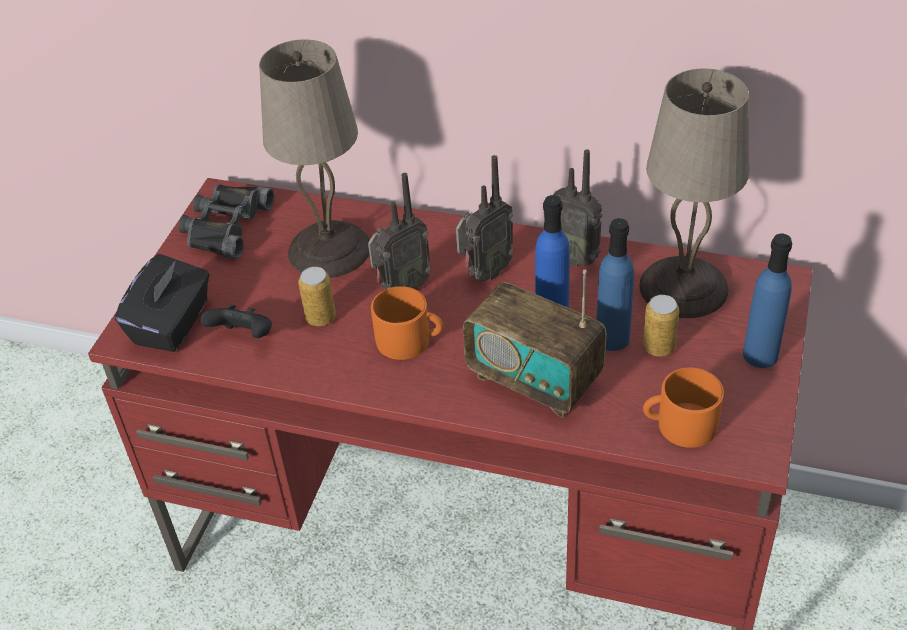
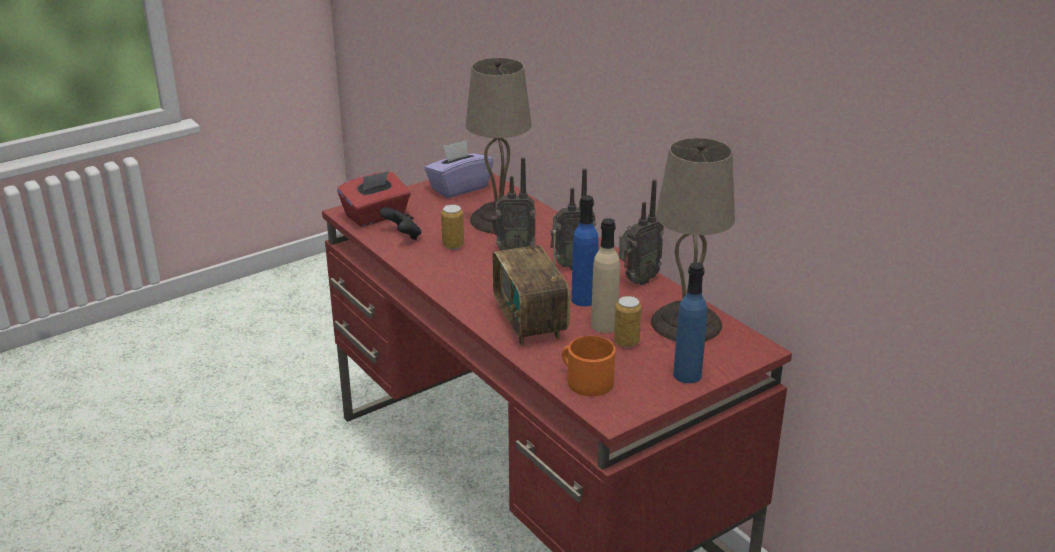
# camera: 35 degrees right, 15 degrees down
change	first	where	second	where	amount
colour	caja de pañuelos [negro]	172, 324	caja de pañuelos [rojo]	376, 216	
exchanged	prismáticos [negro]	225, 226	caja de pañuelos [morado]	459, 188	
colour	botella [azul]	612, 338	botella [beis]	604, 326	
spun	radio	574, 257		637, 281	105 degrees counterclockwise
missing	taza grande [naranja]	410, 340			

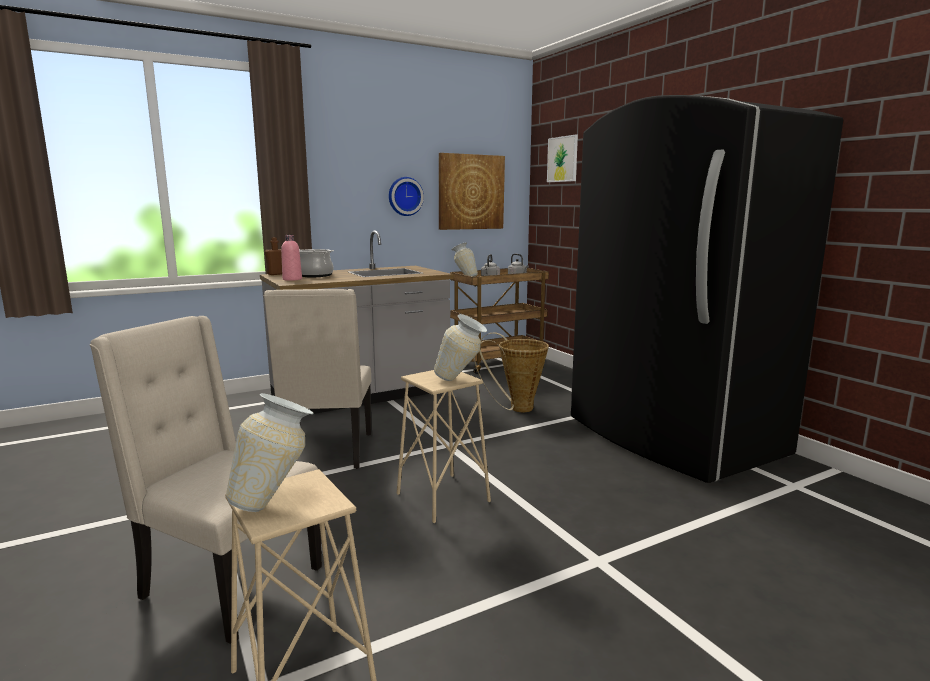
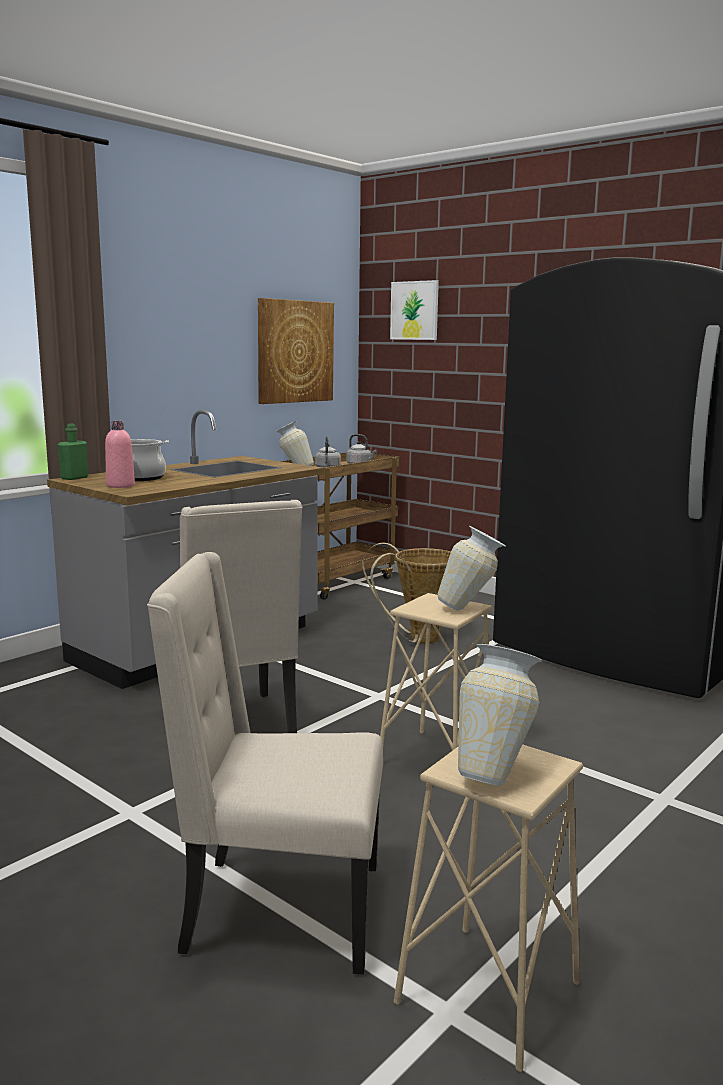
# camera: 20 degrees left, 0 degrees up
change	first	where	second	where	amount
colour	botella [marrón]	276, 274	botella [verde]	74, 478	
missing	reloj de pared	405, 196			

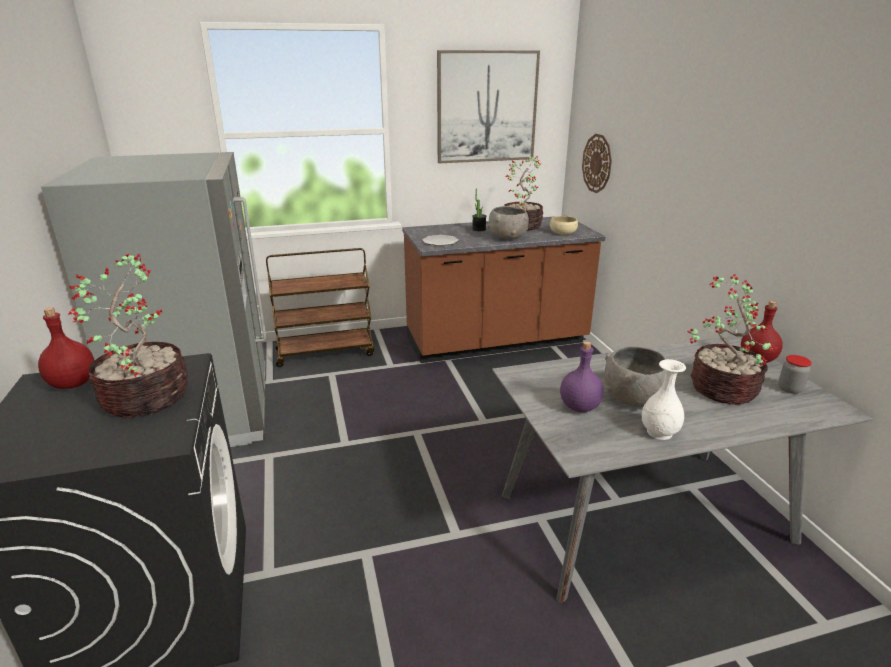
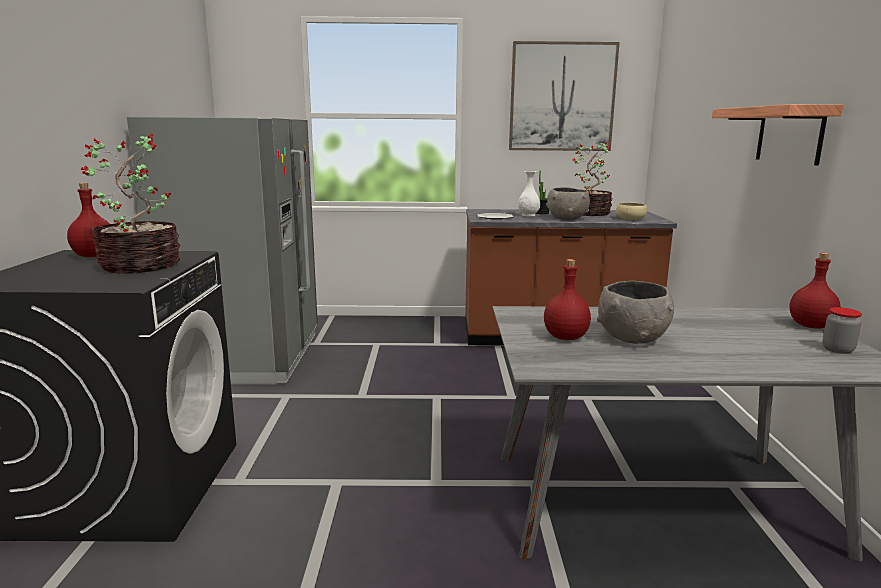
# camera: 15 degrees right, 10 degrees down
change	first	where	second	where	amount
relocated	florero [blanco]	659, 432		528, 215	
colour	botella [morado]	579, 406	botella [rojo]	565, 337	
appeared			estante	789, 135	
missing	carrito [marrón]	326, 352			
missing	reloj de pared	597, 163			
missing	planta en maceta	721, 388			

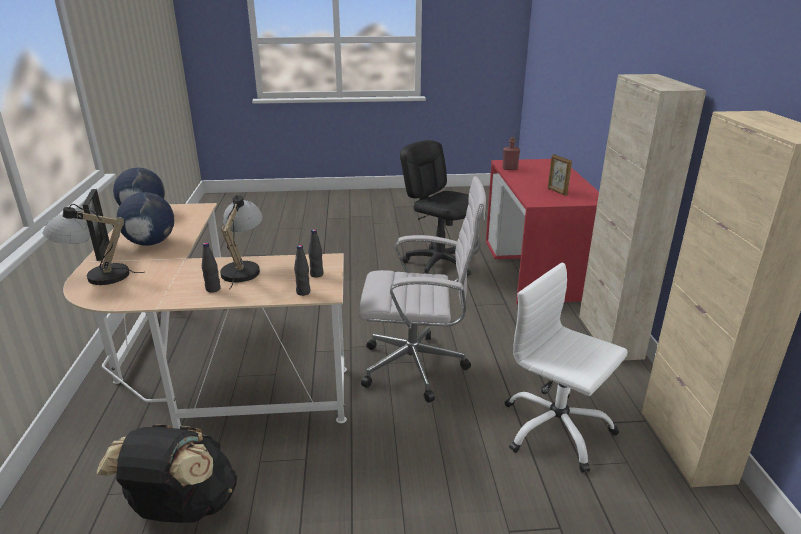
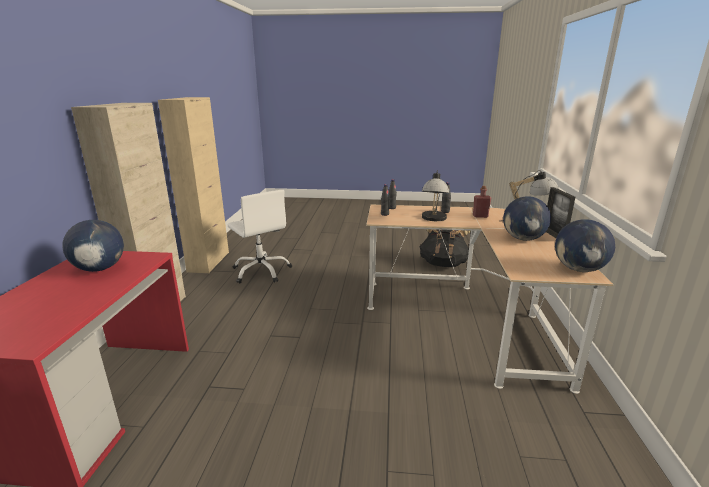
# camera: 170 degrees left, 5 degrees down
change	first	where	second	where	amount
exchanged	portarretratos	557, 191	globo terráqueo	99, 269	
relocated	botella [rojo]	510, 168		480, 216	
missing	silla de oficina [blanco]	418, 367			
missing	silla de oficina [negro]	439, 264			

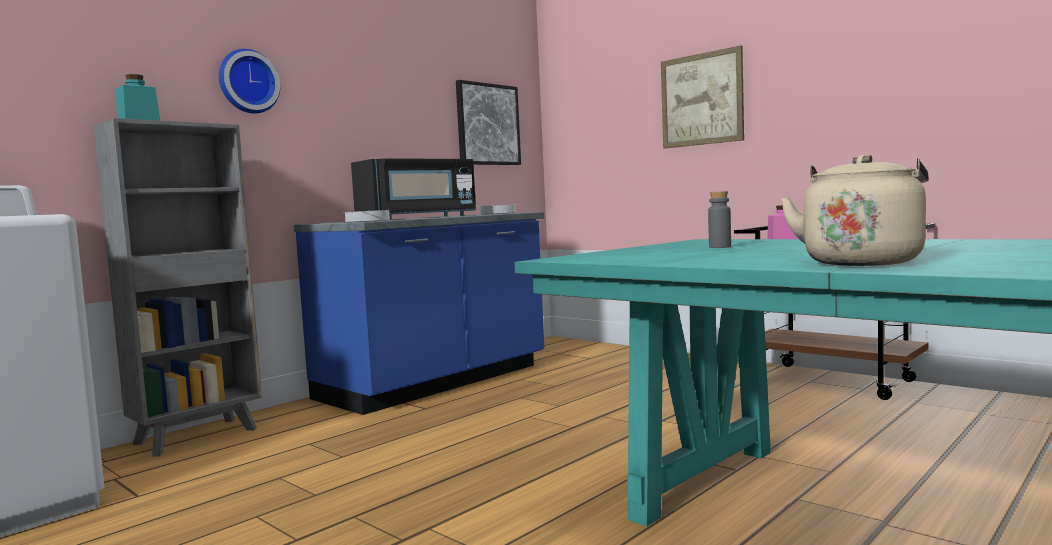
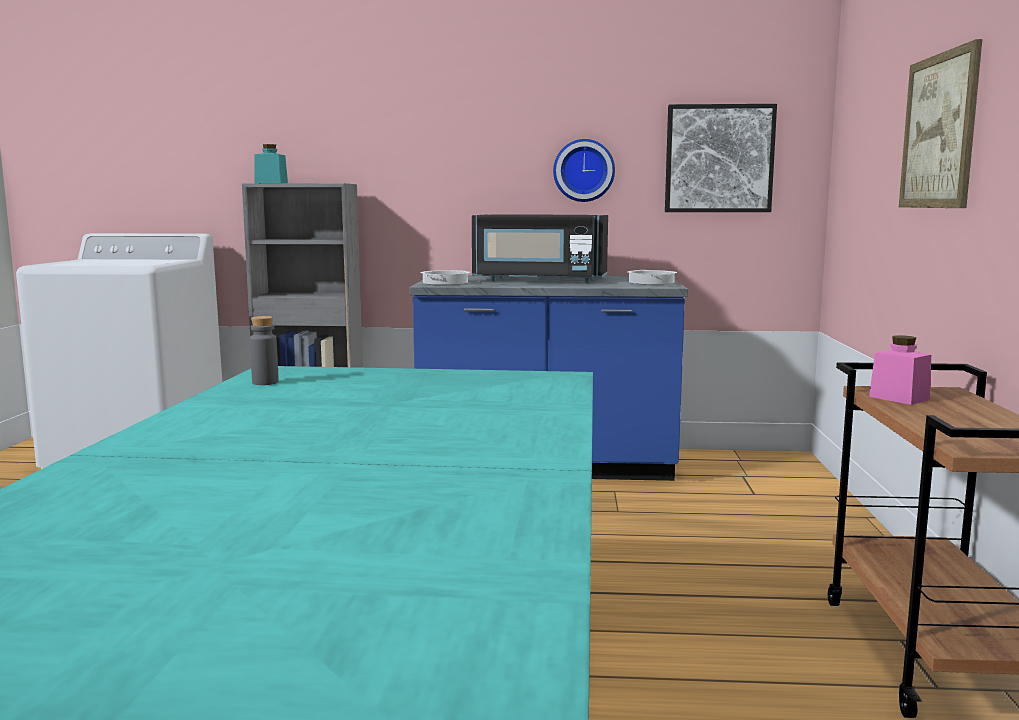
# camera: 50 degrees right, 5 degrees up
change	first	where	second	where	amount
relocated	botella [gris]	720, 247		265, 382	
relocated	reloj de pared	247, 82		583, 170	
missing	hervidor [beis]	862, 262			

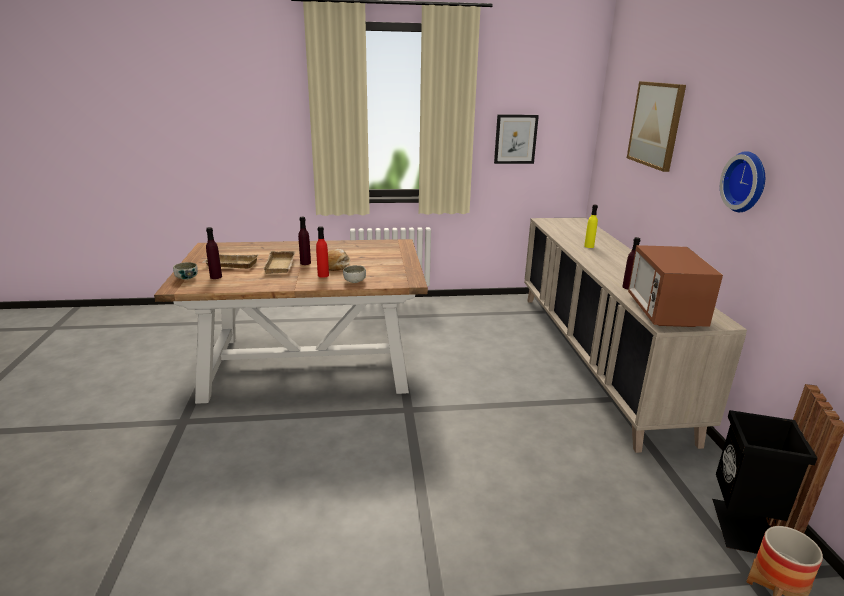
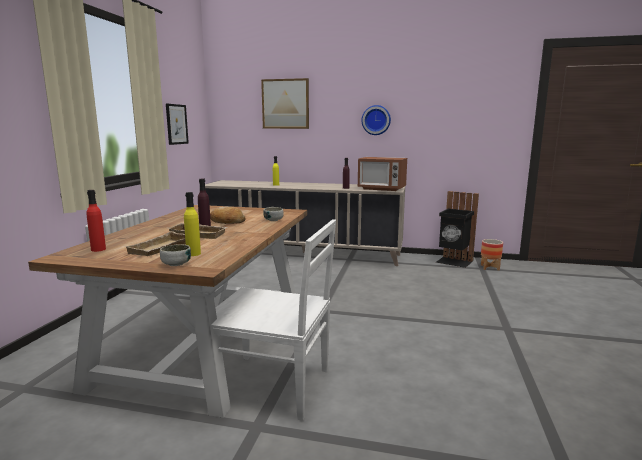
# camera: 70 degrees left, 10 degrees down
change	first	where	second	where	amount
relocated	botella [rojo]	323, 275		98, 249	
colour	botella [morado]	216, 277	botella [amarillo]	193, 254	
appeared			silla [blanco]	273, 386	

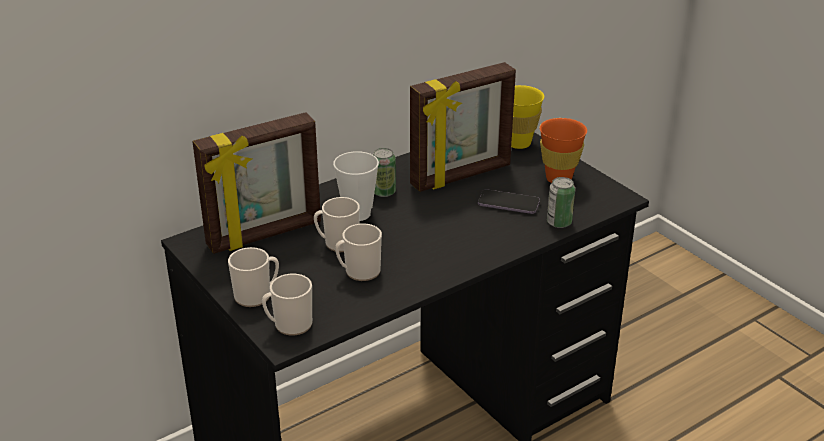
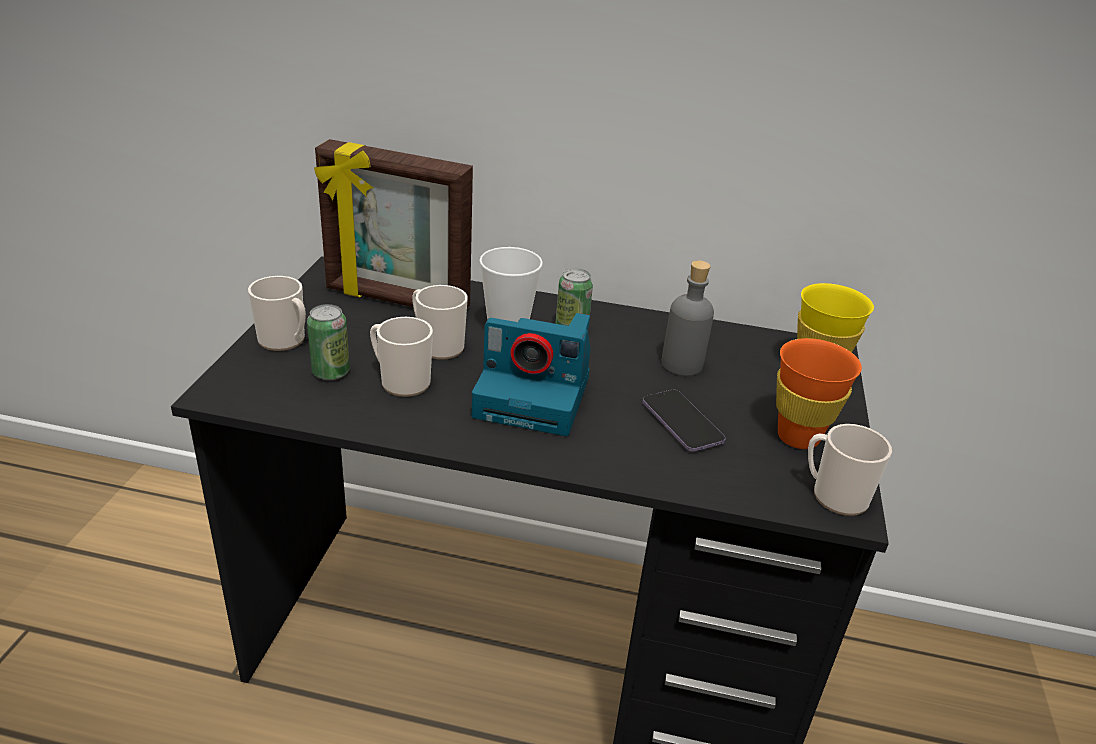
# camera: 45 degrees right, 0 degrees up
change	first	where	second	where	amount
relocated	lata	559, 222		331, 372	
appeared			cámara	535, 396	
exchanged	portarretratos	461, 176	botella [gris]	682, 364	
relocated	taza grande	289, 325		834, 495	

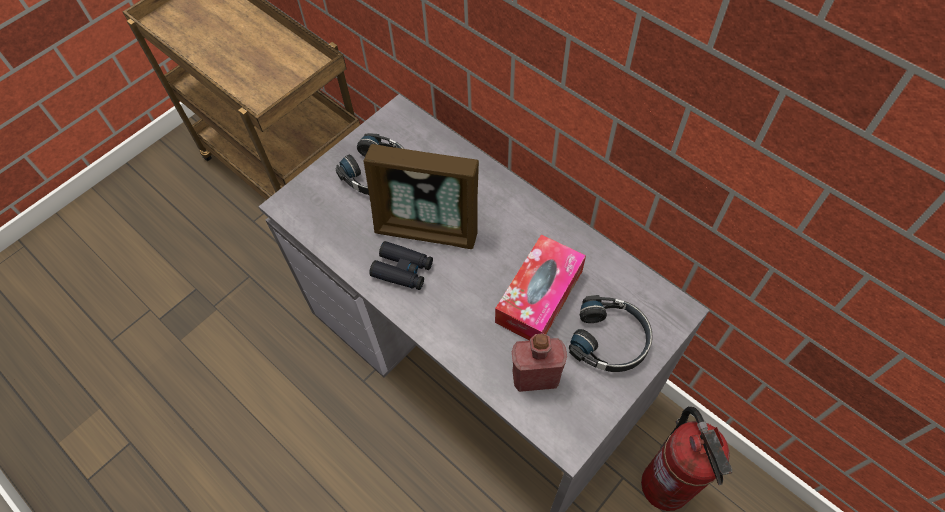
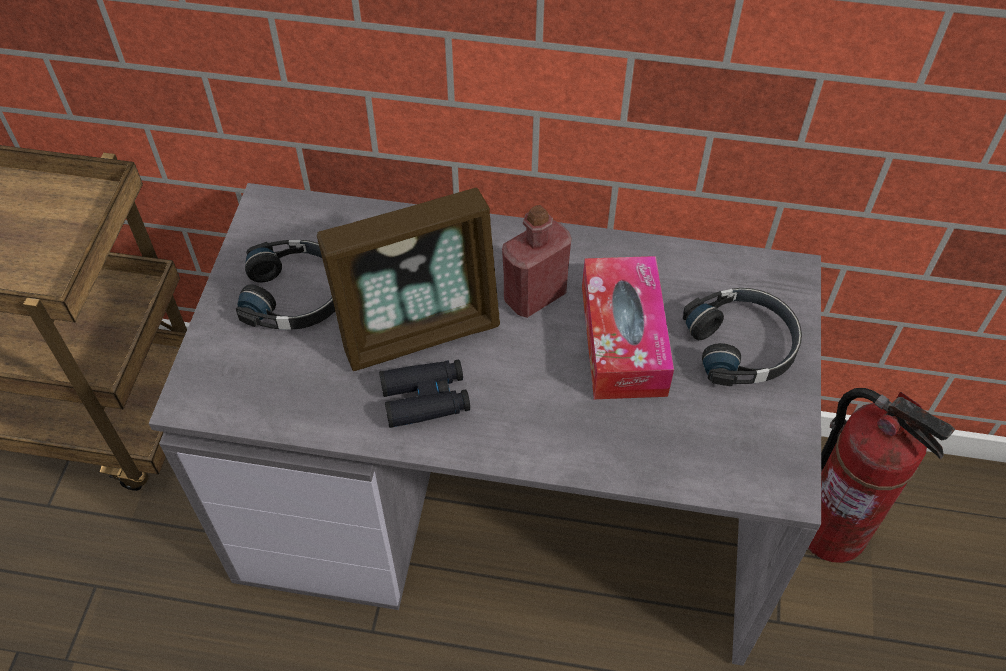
# camera: 35 degrees left, 5 degrees down
change	first	where	second	where	amount
relocated	botella [rojo]	535, 377		534, 295	

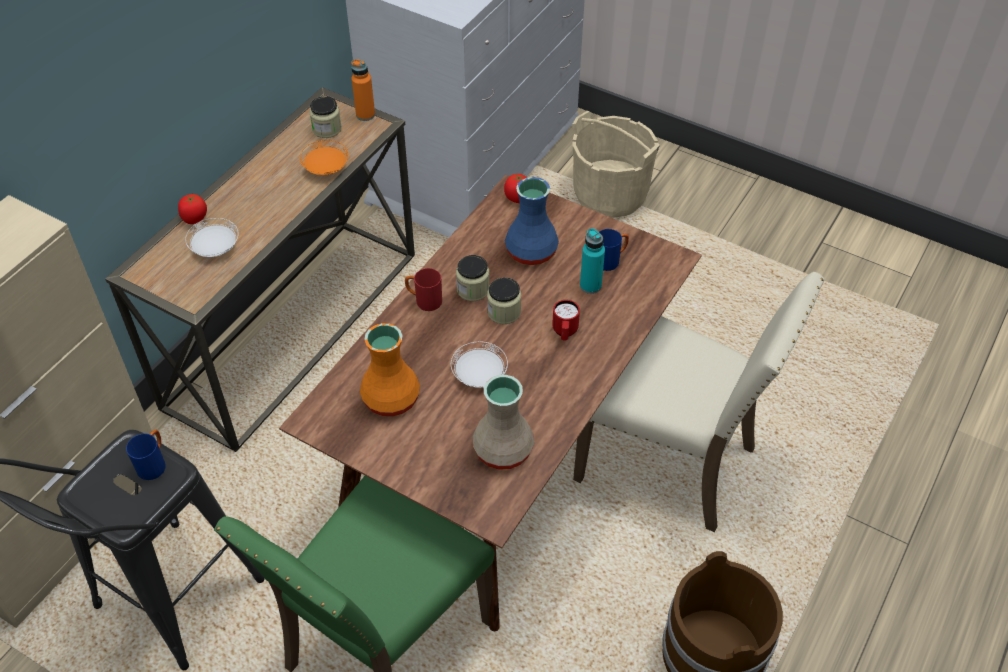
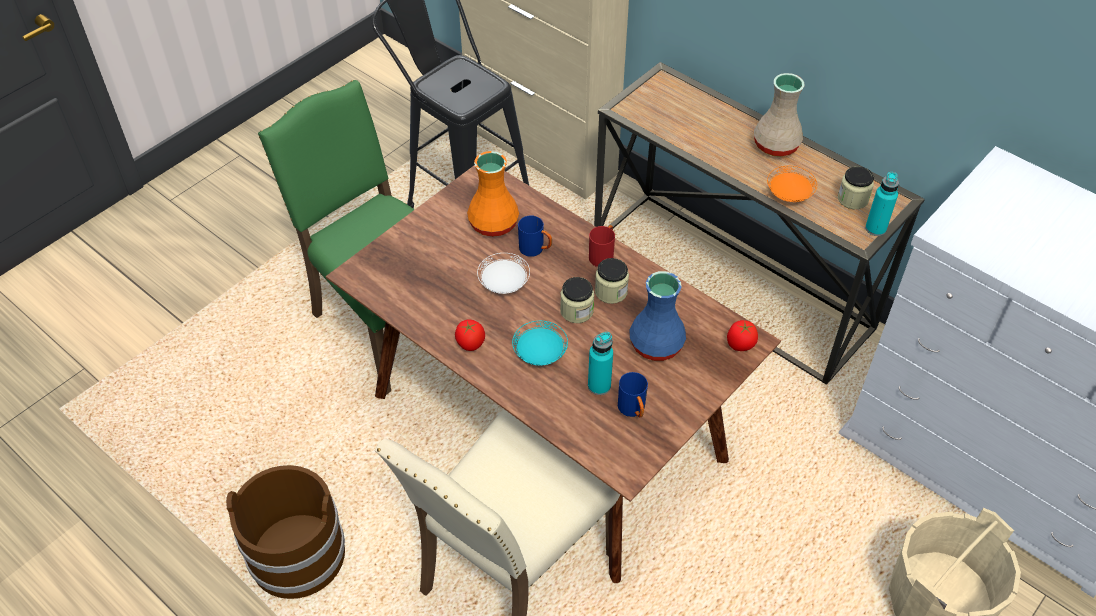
# camera: 100 degrees right, 0 degrees up
change	first	where	second	where	amount
relocated	tomate	194, 219		470, 344	
exchanged	taza grande [rojo]	564, 333	plato [turquesa]	540, 353	
relocated	taza grande [azul]	154, 463		535, 250	
relocated	florero [beis]	501, 450		775, 144	
colour	botella [naranja]	365, 115	botella [turquesa]	875, 228	
missing	plato [blanco]	215, 248			

